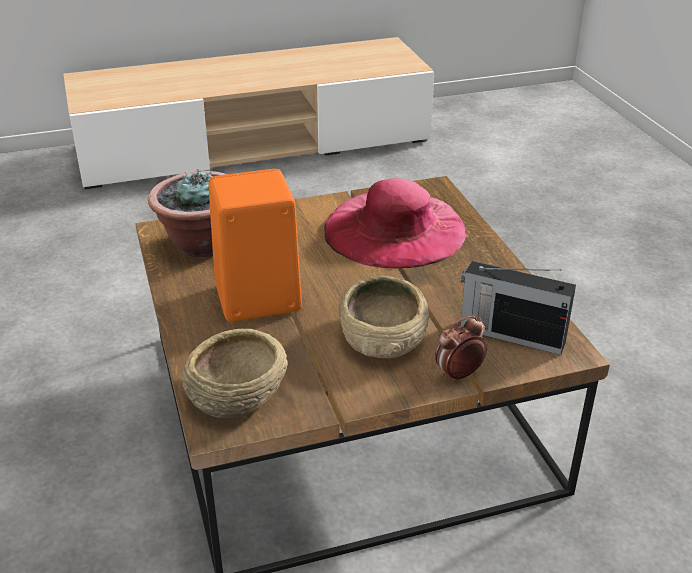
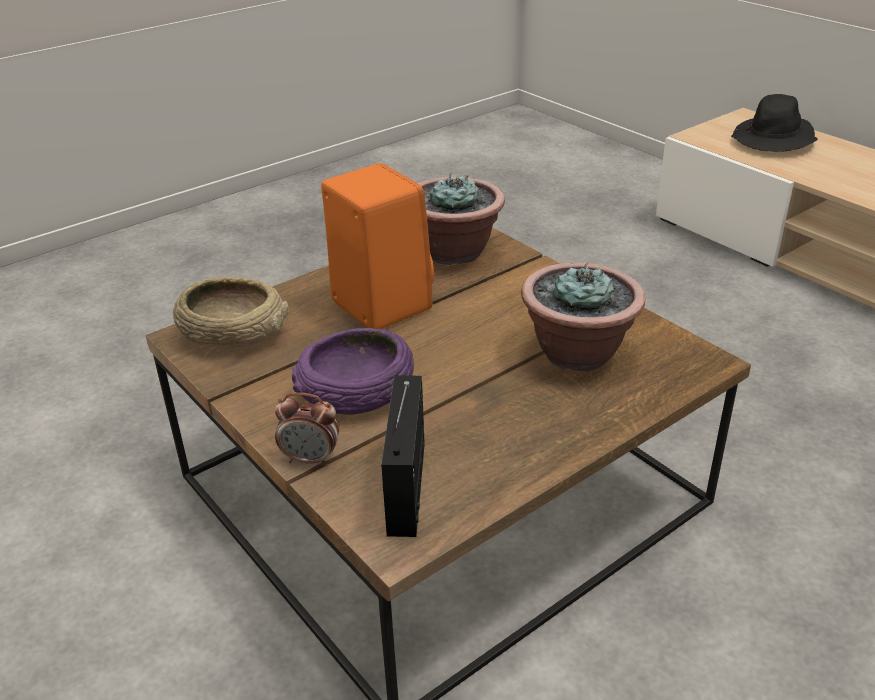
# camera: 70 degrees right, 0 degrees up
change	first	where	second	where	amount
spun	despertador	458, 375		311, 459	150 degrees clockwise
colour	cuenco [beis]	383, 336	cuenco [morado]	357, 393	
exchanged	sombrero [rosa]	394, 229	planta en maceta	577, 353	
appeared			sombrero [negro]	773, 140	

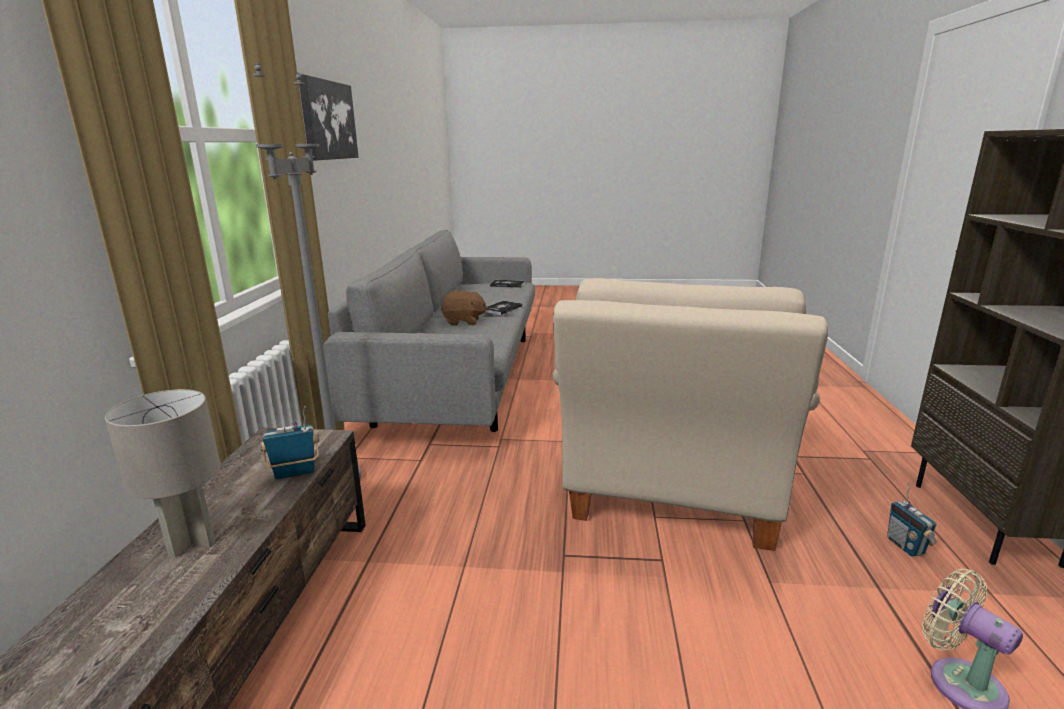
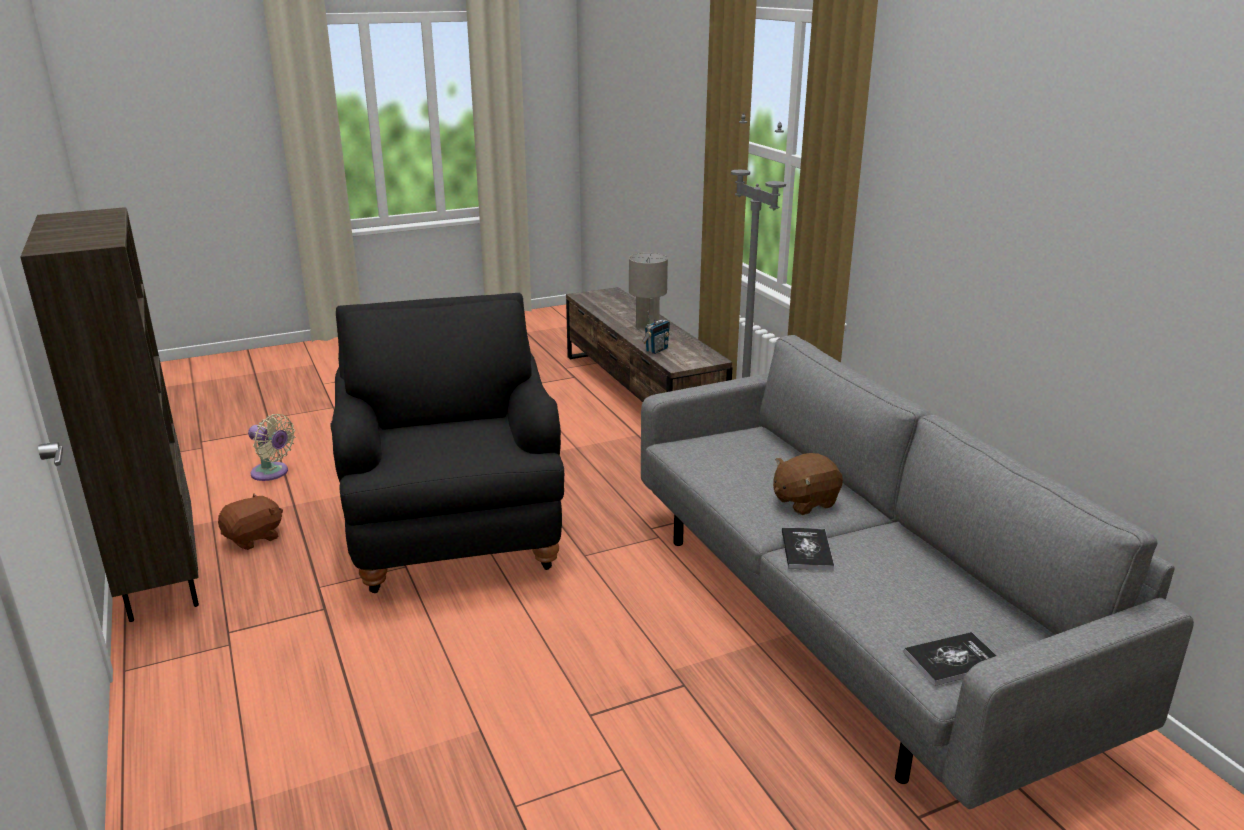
# camera: 150 degrees right, 5 degrees up
change	first	where	second	where	amount
exchanged	radio	905, 546	peluche [marrón]	254, 538	
colour	sillón [beis]	671, 491	sillón [negro]	454, 531	
missing	cuadro	328, 120			

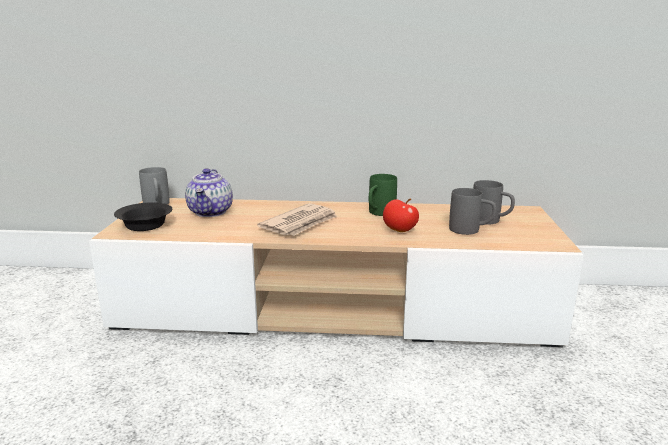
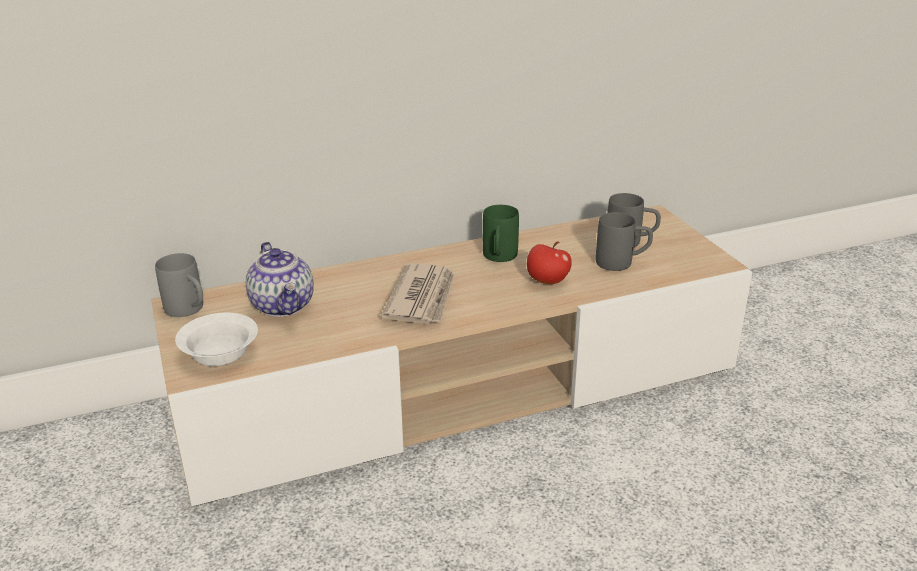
# camera: 25 degrees left, 10 degrees up
change	first	where	second	where	amount
colour	cuenco [negro]	146, 226	cuenco [blanco]	222, 352	

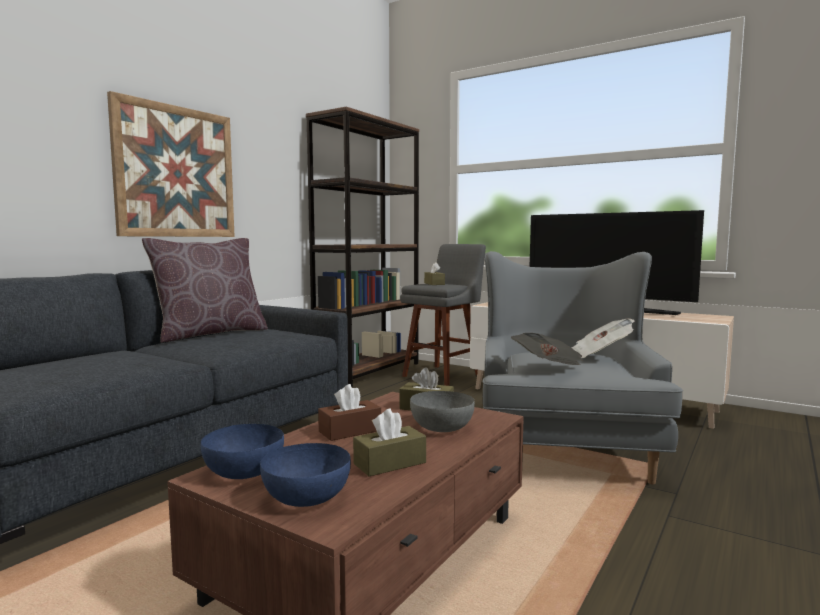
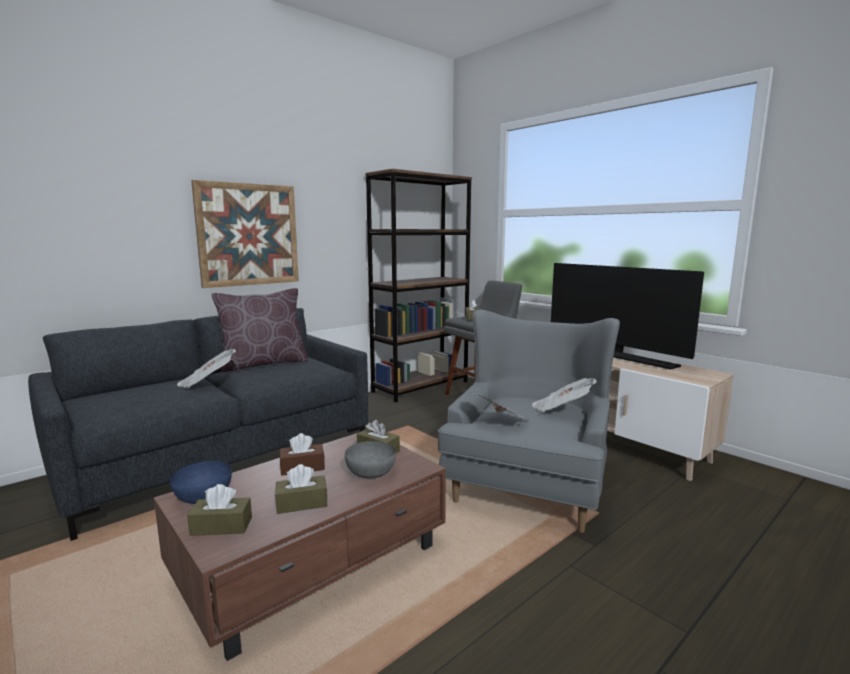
# camera: 15 degrees right, 5 degrees up
change	first	where	second	where	amount
appeared			periódico	207, 383	
exchanged	cuenco [azul]	306, 497	caja de pañuelos [marrón]	221, 526	

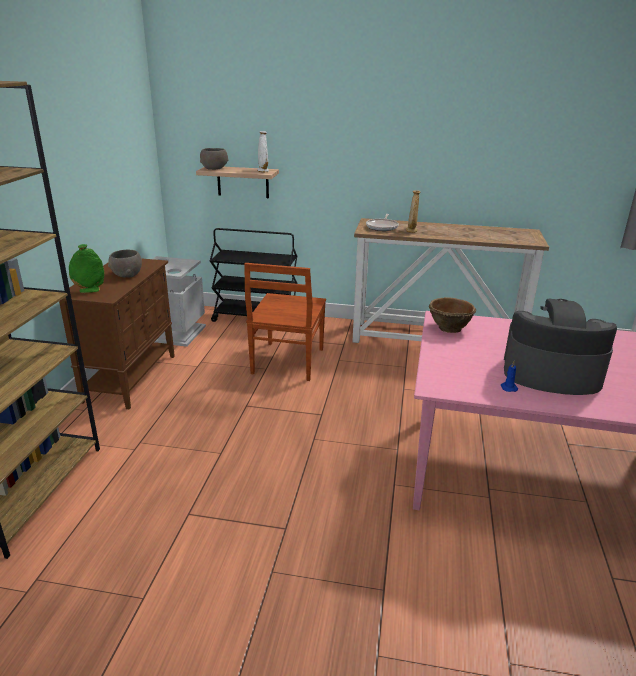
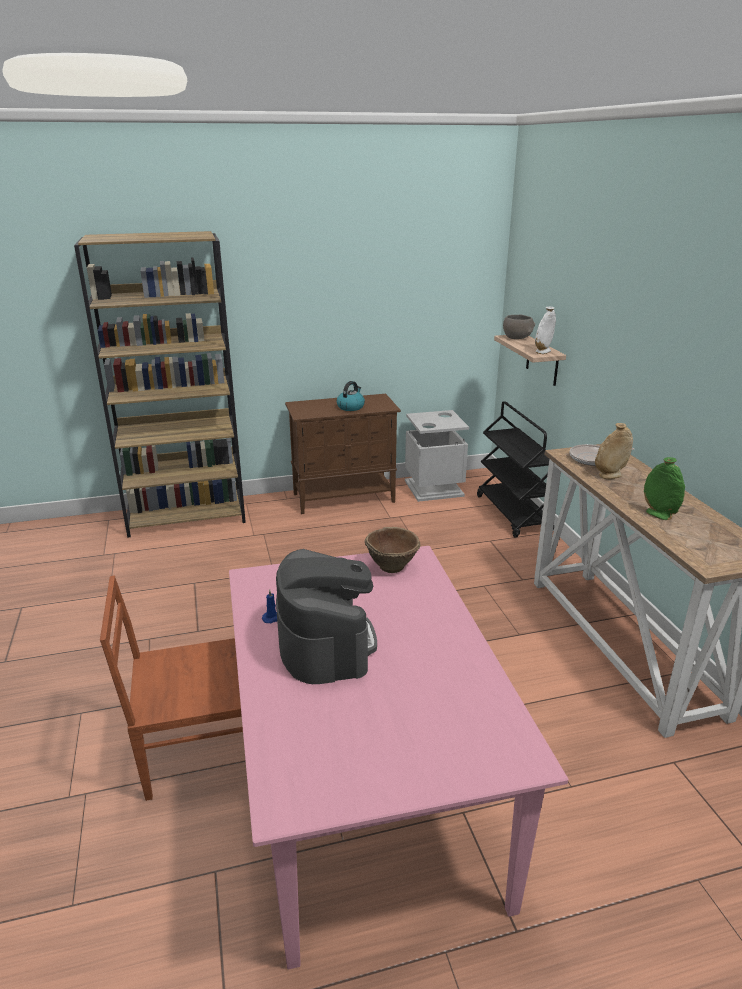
# camera: 65 degrees right, 0 degrees up
change	first	where	second	where	amount
relocated	silla [marrón]	287, 362		200, 750	
exchanged	cuenco [gris]	126, 274	hervidor	350, 407	
relocated	florero [verde]	89, 291		658, 514	

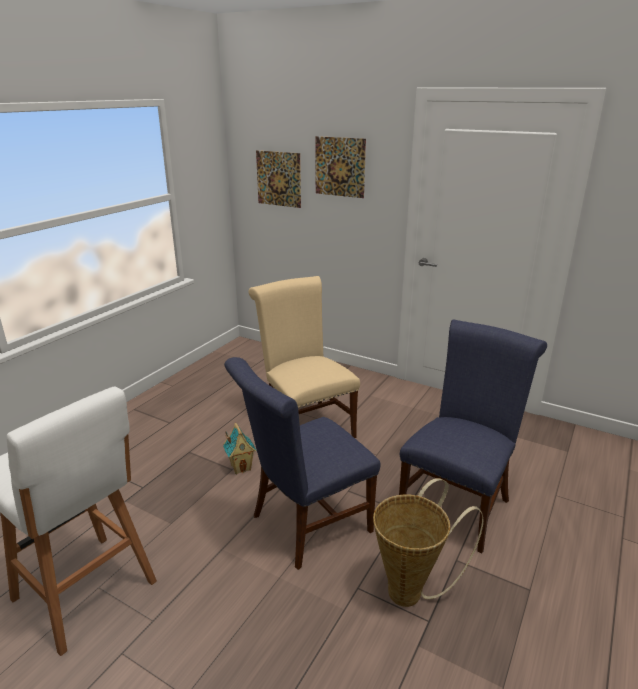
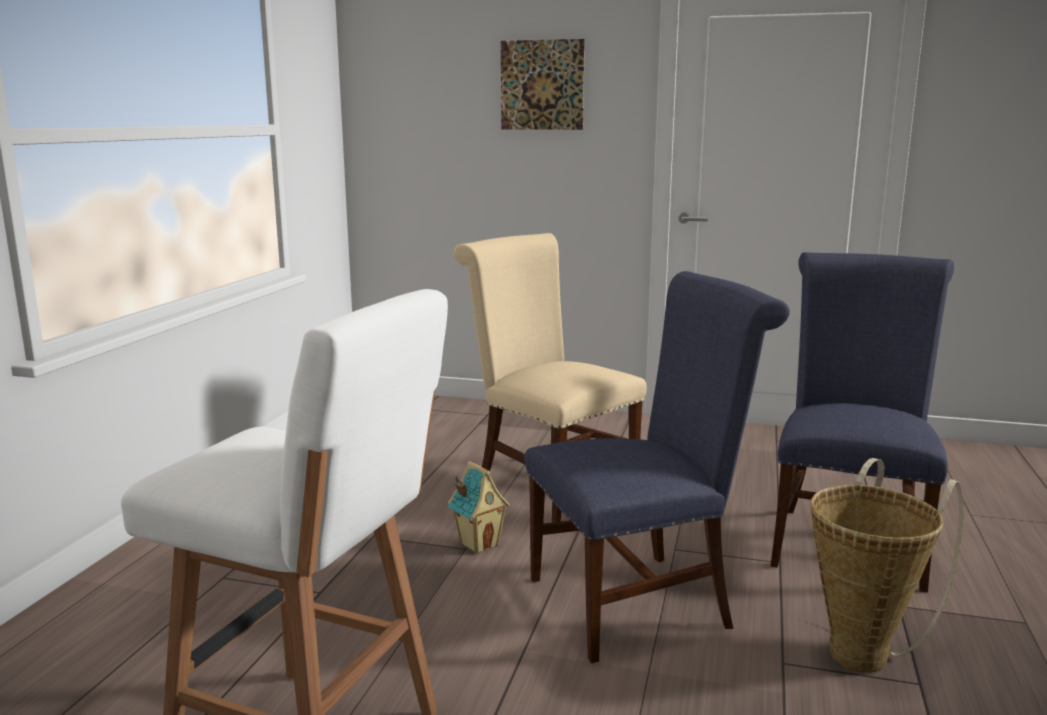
# camera: 15 degrees left, 10 degrees down
change	first	where	second	where	amount
spun	silla [azul]	305, 525		640, 600	150 degrees counterclockwise
missing	cuadro	278, 179			

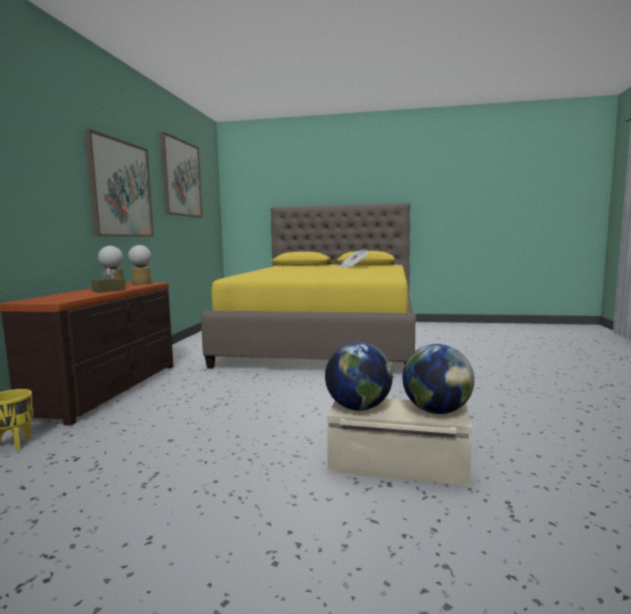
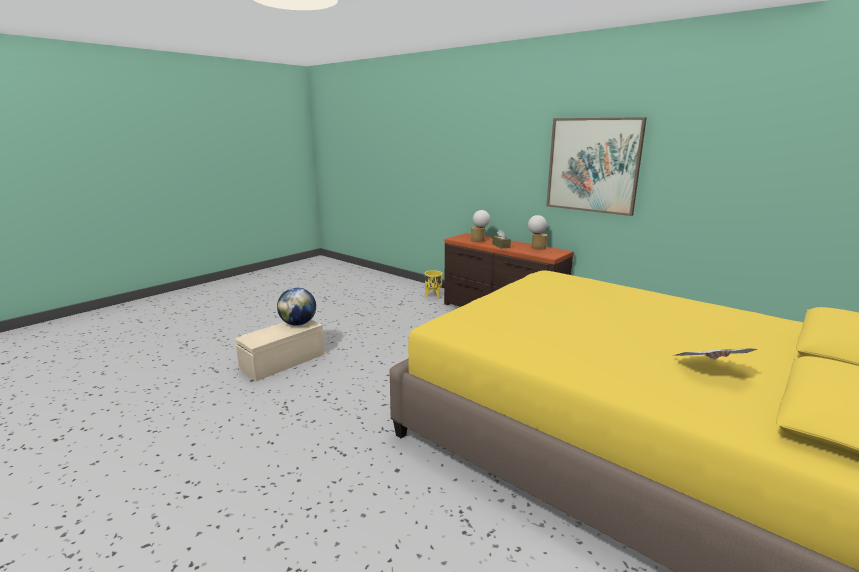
# camera: 120 degrees right, 10 degrees up
change	first	where	second	where	amount
relocated	lámpara de mesa	142, 283		479, 240	
missing	cuadro	181, 178			
missing	globo terráqueo	436, 411			

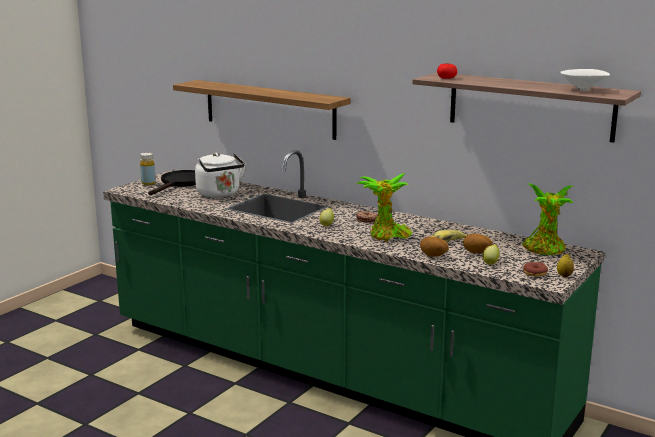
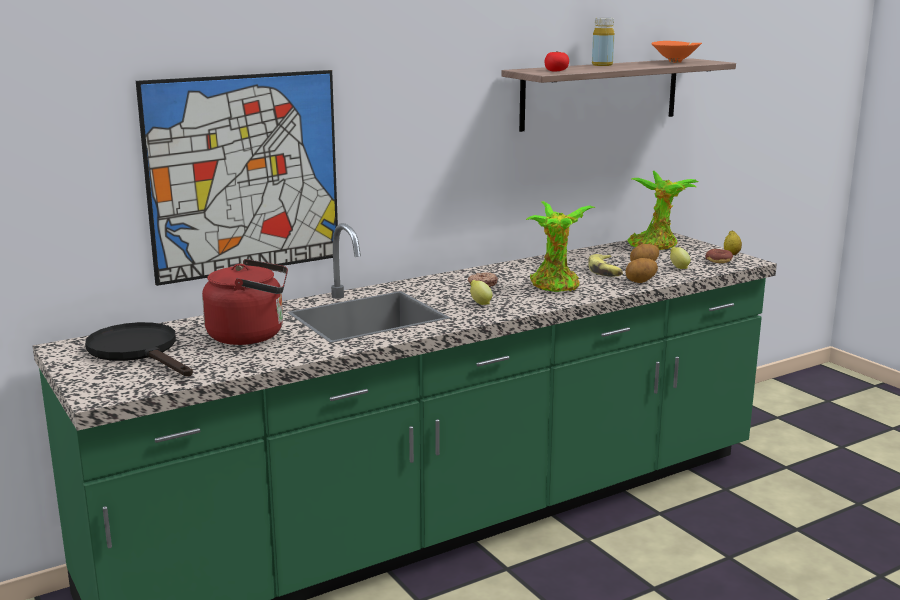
# camera: 65 degrees left, 0 degrees up
change	first	where	second	where	amount
exchanged	estante	269, 109	cuadro	244, 175	
colour	hervidor [blanco]	220, 194	hervidor [rojo]	251, 335	
relocated	botella [amarillo]	148, 183		602, 65	
colour	cuenco [blanco]	584, 90	cuenco [naranja]	676, 62	

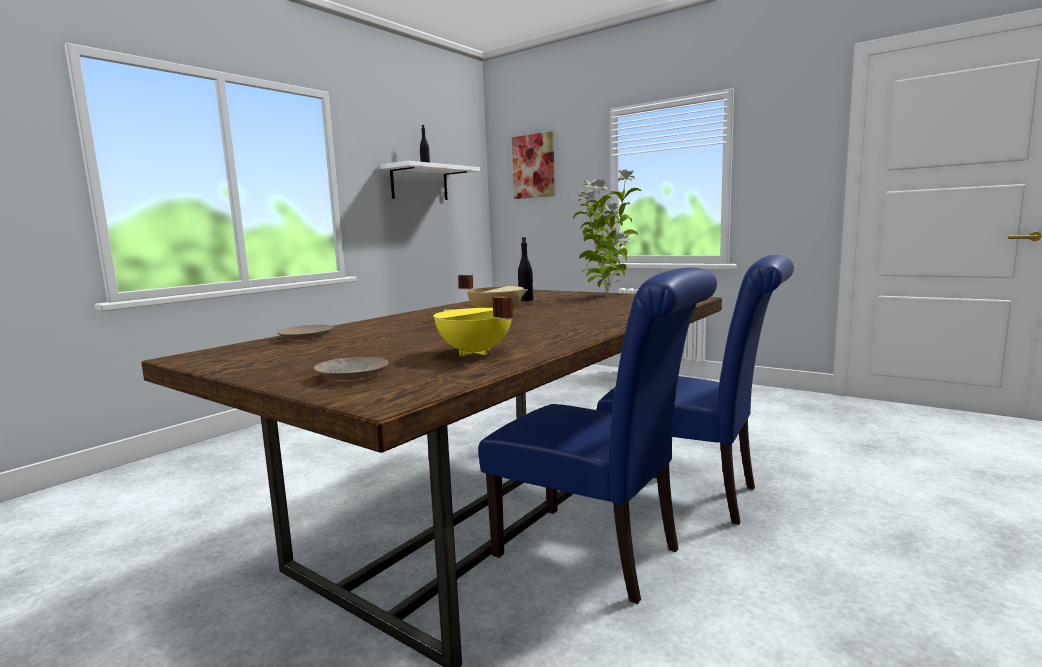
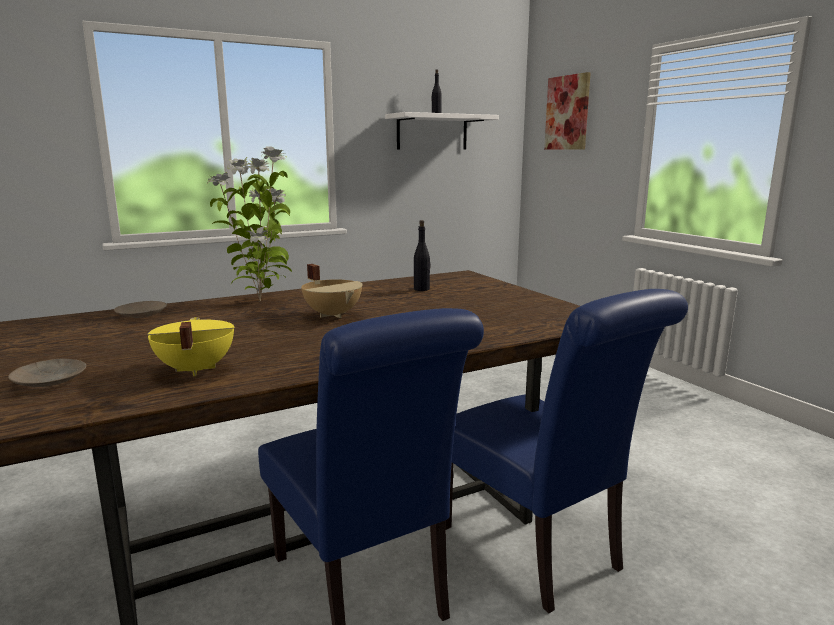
# camera: 25 degrees right, 5 degrees up
change	first	where	second	where	amount
relocated	planta en maceta	606, 295		261, 300	

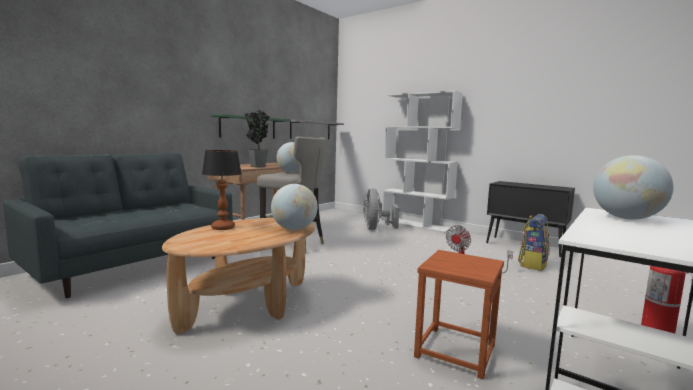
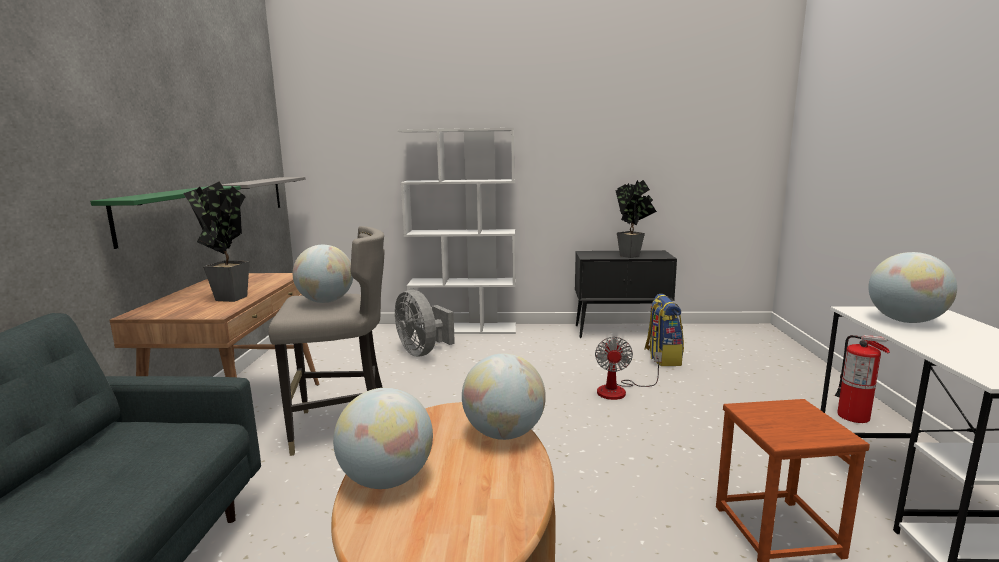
# camera: 35 degrees left, 5 degrees up
change	first	where	second	where	amount
exchanged	lámpara de mesa	223, 227	globo terráqueo	387, 480	
appeared			planta en maceta	633, 256	

